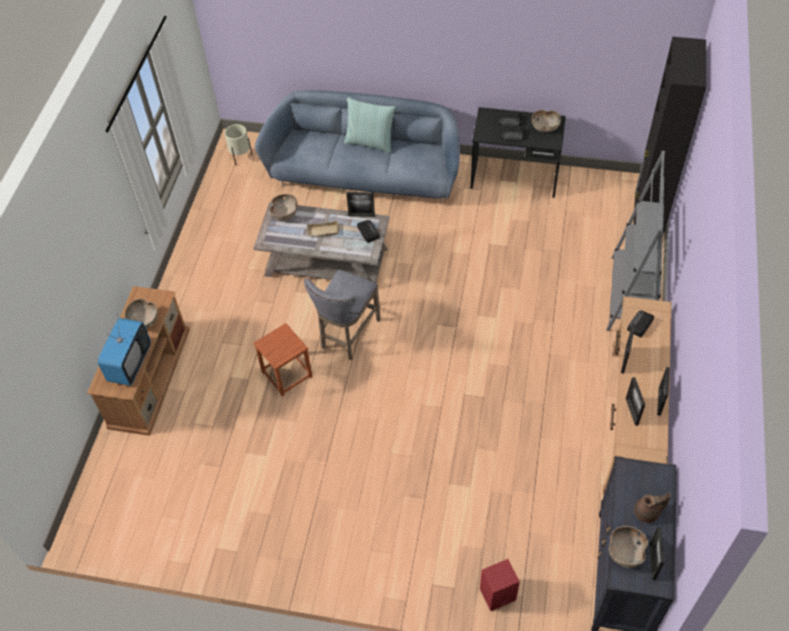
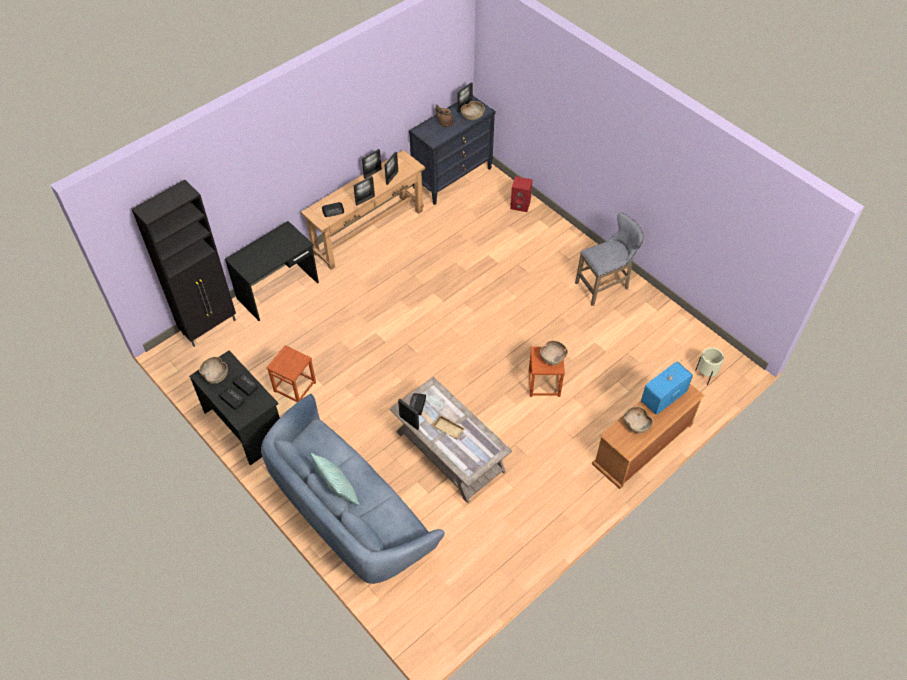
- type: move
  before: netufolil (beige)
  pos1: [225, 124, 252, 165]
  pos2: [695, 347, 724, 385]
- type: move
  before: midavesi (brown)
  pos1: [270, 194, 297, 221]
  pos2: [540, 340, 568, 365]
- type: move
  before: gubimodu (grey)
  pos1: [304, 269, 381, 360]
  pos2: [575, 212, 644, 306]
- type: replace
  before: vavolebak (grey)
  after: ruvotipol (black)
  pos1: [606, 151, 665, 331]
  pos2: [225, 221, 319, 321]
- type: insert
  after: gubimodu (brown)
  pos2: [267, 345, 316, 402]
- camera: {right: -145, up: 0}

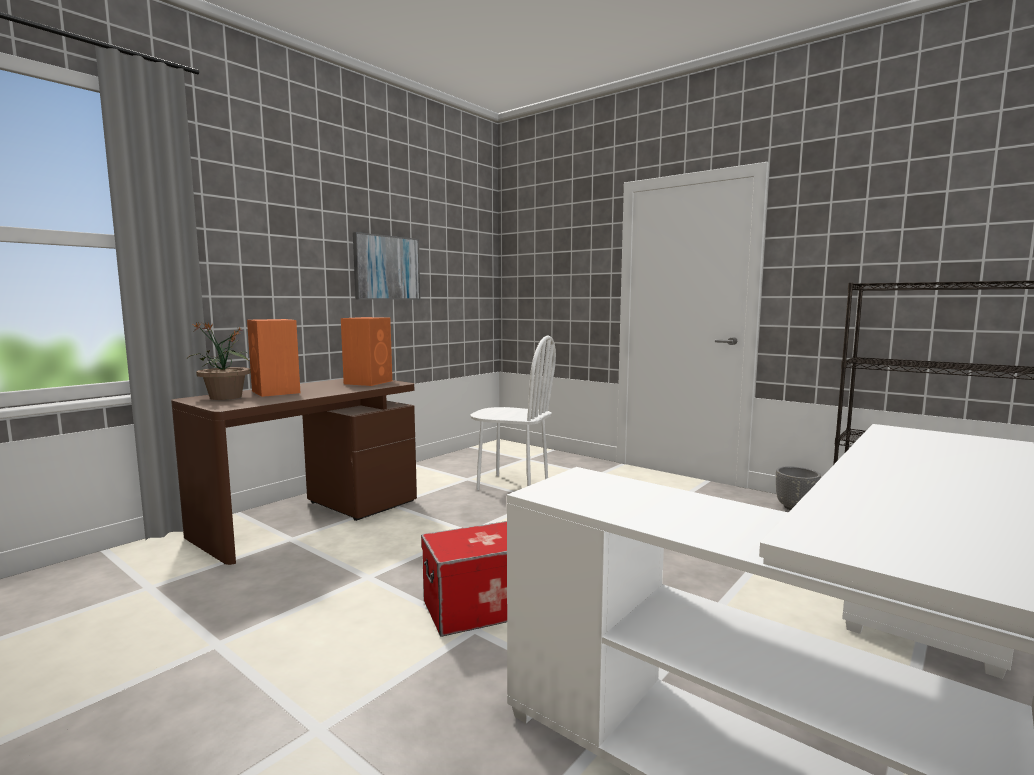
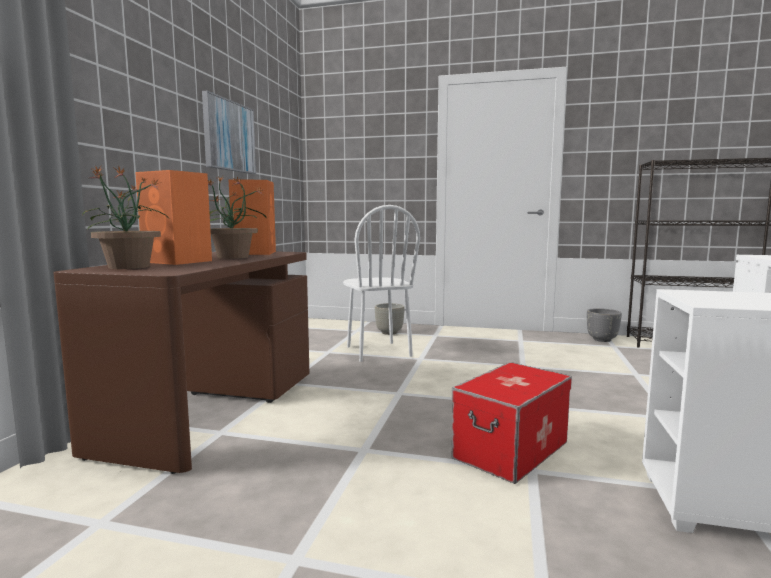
- type: rotate
  before: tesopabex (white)
  pos1: [470, 335, 556, 490]
  pos2: [343, 205, 420, 362]
  turn: 75
- type: insert
  after: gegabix
  pos2: [208, 176, 266, 259]
- type: insert
  after: netufolil (grey)
  pos2: [375, 303, 405, 335]
- camera: {right: -25, up: 0}

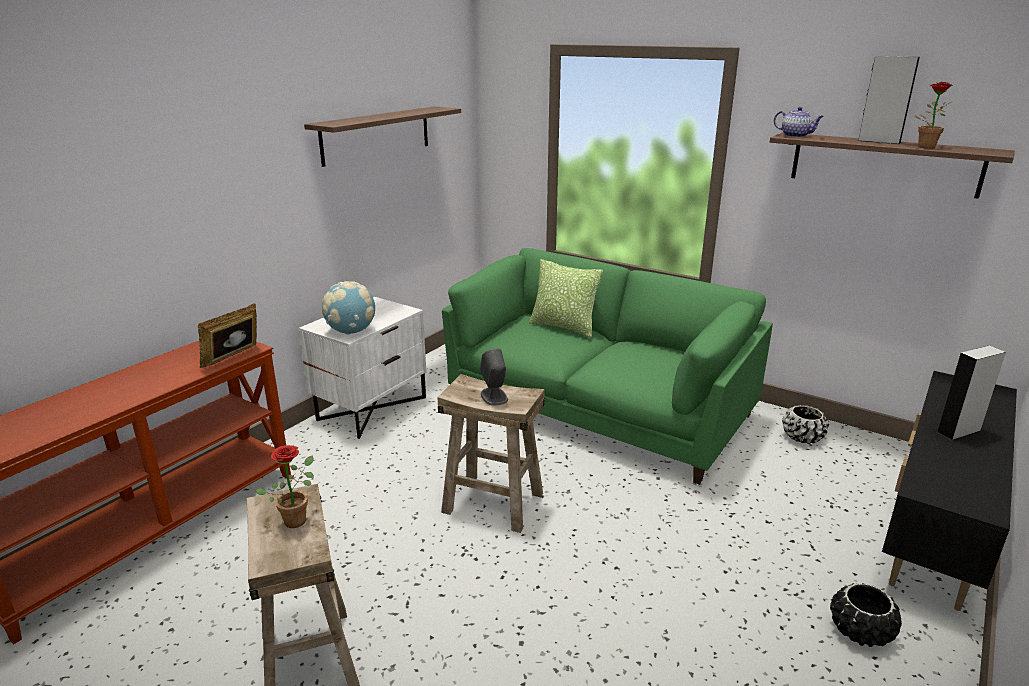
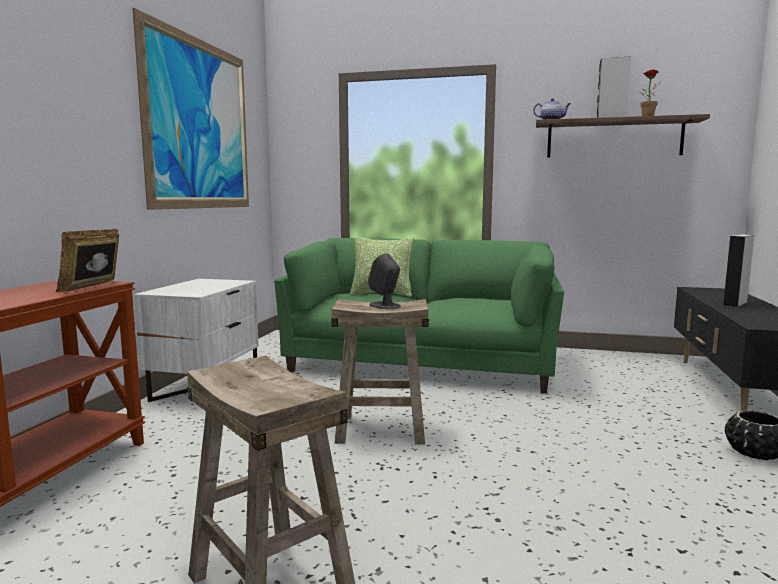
- type: delete
  before: gegabix
  pos1: [255, 445, 314, 528]
- type: replace
  before: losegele
  after: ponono
  pos1: [304, 106, 461, 167]
  pos2: [132, 8, 249, 210]
- type: delete
  before: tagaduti
  pos1: [322, 281, 375, 335]
- type: delete
  before: netufolil (black)
  pos1: [782, 405, 829, 444]
- camera: {right: -20, up: -15}

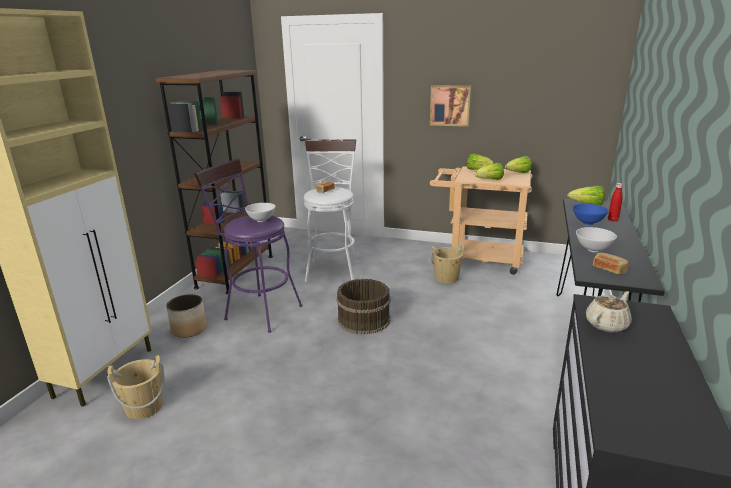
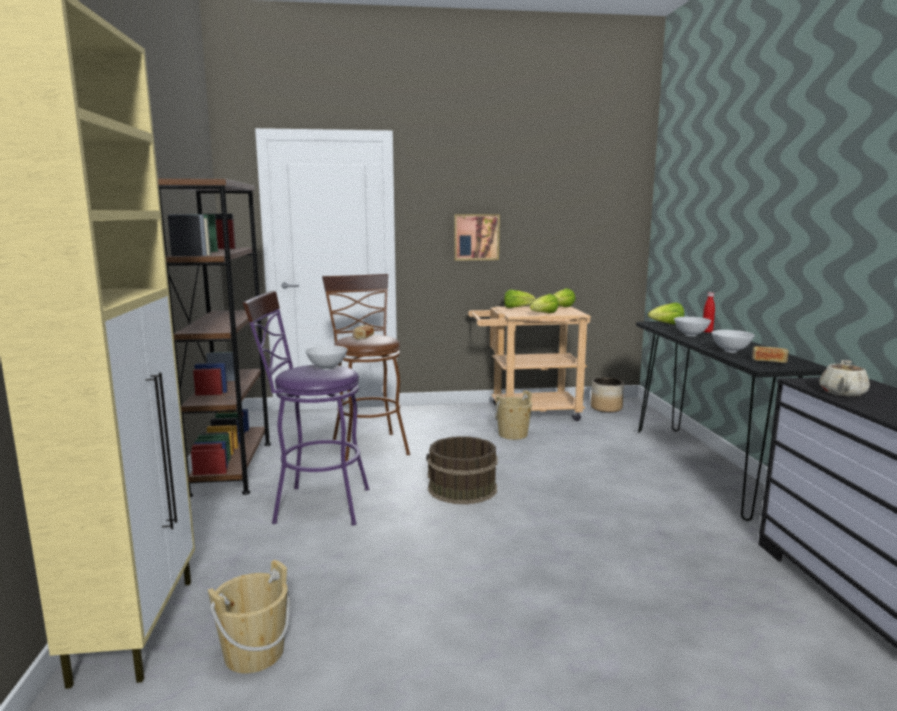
- type: move
  before: netufolil
  pos1: [166, 294, 207, 338]
  pos2: [591, 378, 624, 413]
- type: recolor
  before: gubimodu (white)
  after: gubimodu (brown)
  pos1: [304, 139, 358, 282]
  pos2: [322, 274, 410, 461]
- type: recolor
  before: midavesi (blue)
  after: midavesi (white)
  pos1: [573, 204, 609, 225]
  pos2: [674, 317, 711, 336]
- camera: {right: -25, up: -10}

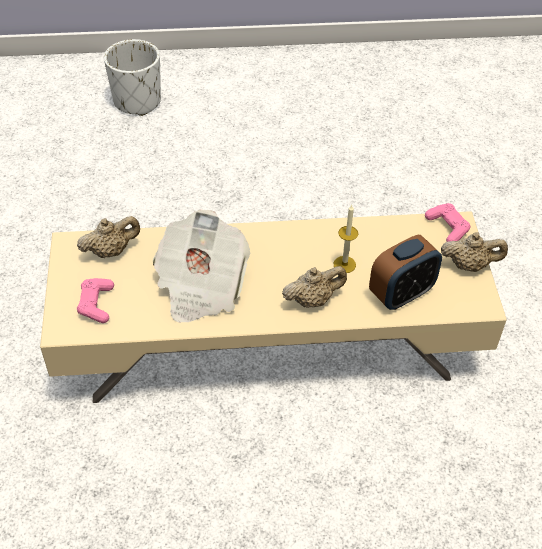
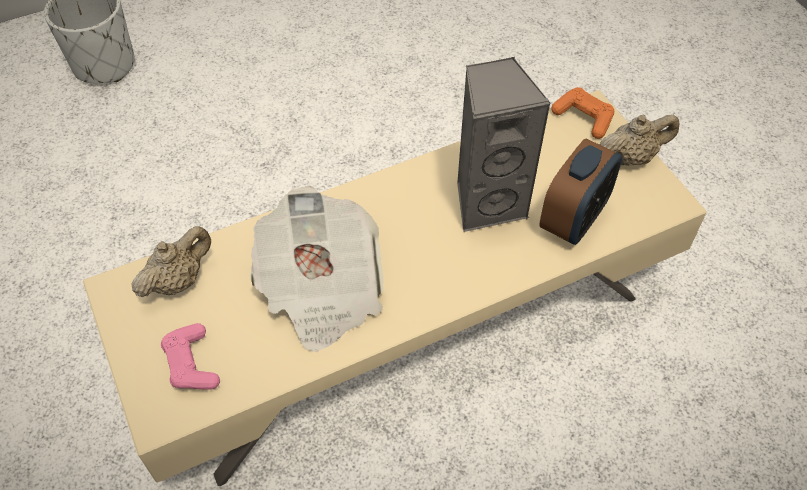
- type: delete
  before: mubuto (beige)
  pos1: [282, 266, 347, 308]
- type: replace
  before: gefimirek
  after: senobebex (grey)
  pos1: [333, 205, 358, 273]
  pos2: [457, 57, 551, 232]
- type: recolor
  before: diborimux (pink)
  after: diborimux (orange)
  pos1: [425, 203, 470, 242]
  pos2: [551, 87, 614, 139]
- camera: {right: -20, up: 5}

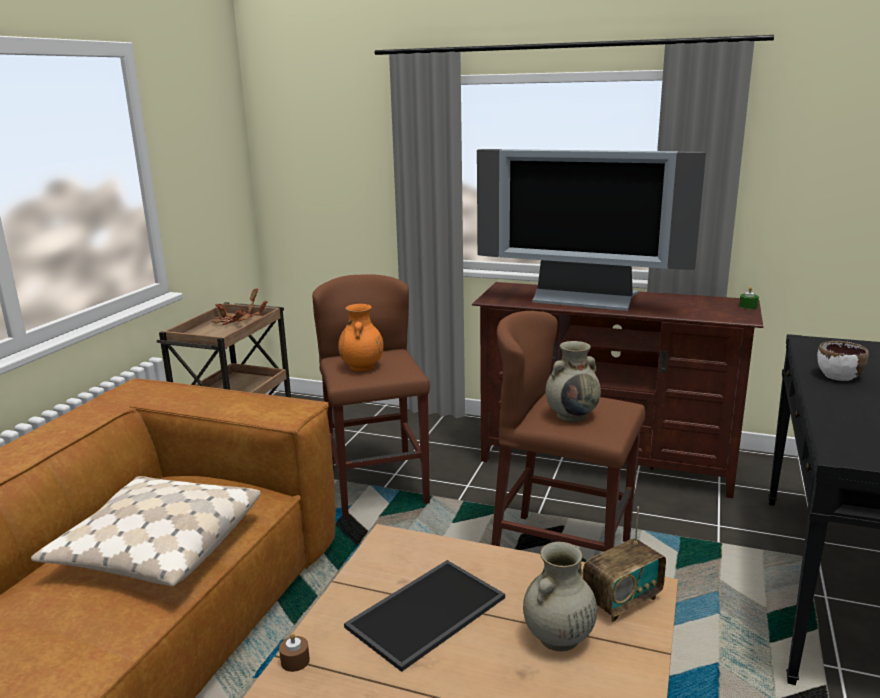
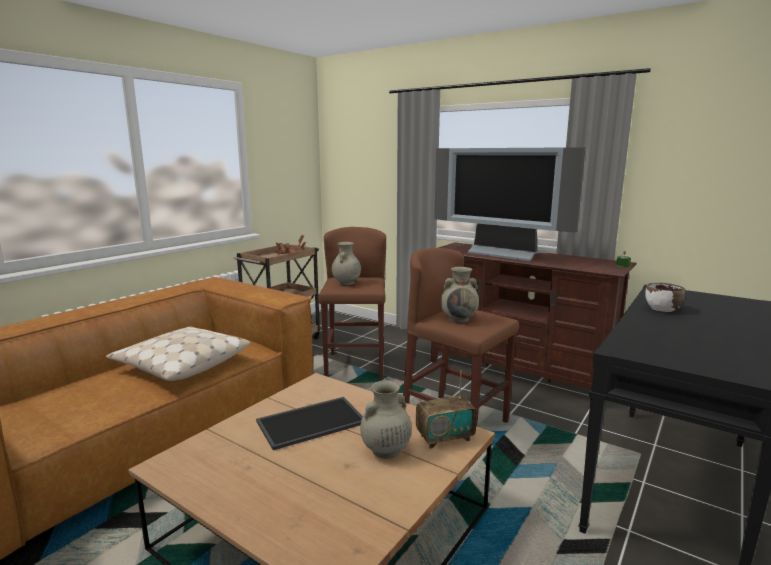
- type: delete
  before: gefimirek (brown)
  pos1: [279, 633, 310, 672]
- type: recolor
  before: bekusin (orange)
  after: bekusin (beige)
  pos1: [338, 304, 384, 372]
  pos2: [332, 242, 361, 285]
- camera: {right: 15, up: -5}

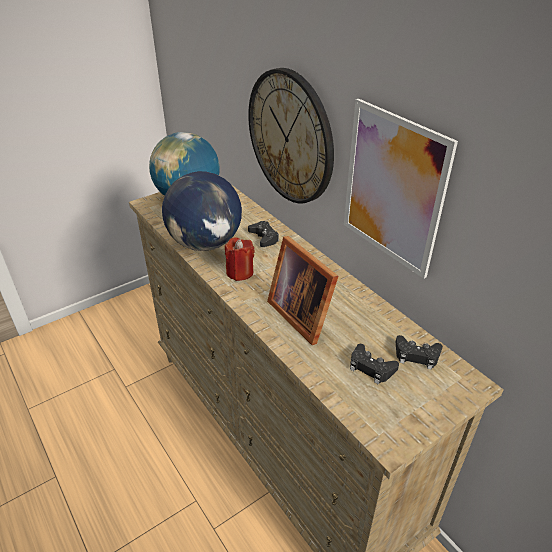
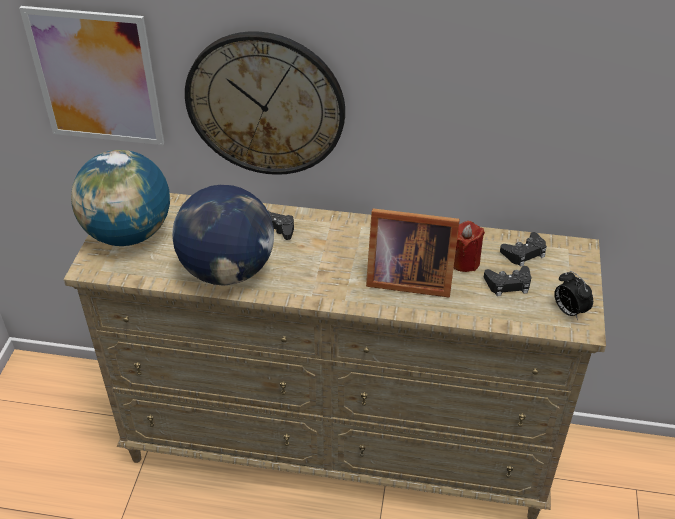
- type: move
  before: gefimirek (red)
  pos1: [225, 238, 255, 281]
  pos2: [453, 221, 485, 272]
- type: move
  before: ponono
  pos1: [344, 99, 458, 279]
  pos2: [19, 6, 164, 145]
- type: insert
  after: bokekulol
  pos2: [554, 271, 593, 320]
- camera: {right: -45, up: 5}

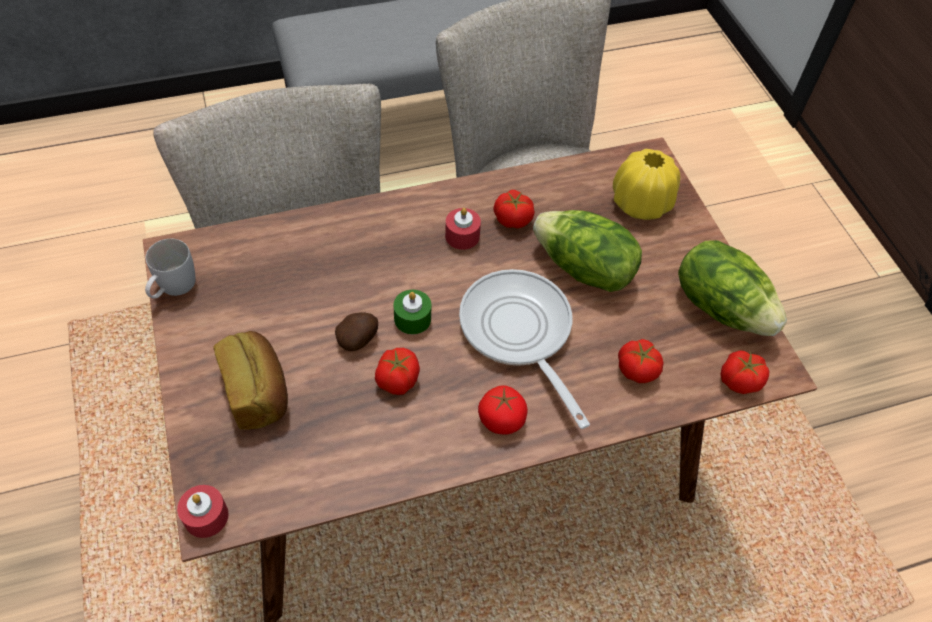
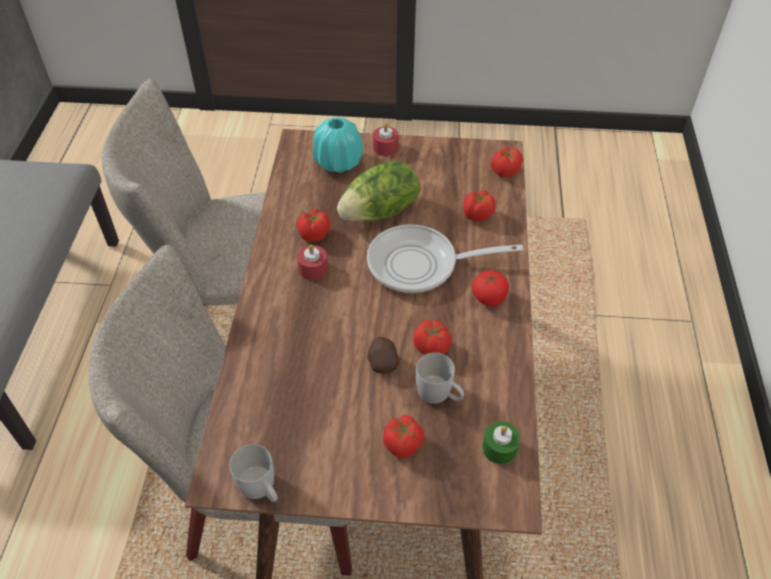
- type: move
  before: gefimirek (red)
  pos1: [177, 485, 229, 538]
  pos2: [373, 123, 399, 156]
- type: replace
  before: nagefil
  after: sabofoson
  pos1: [213, 331, 288, 430]
  pos2: [383, 415, 425, 459]
- type: move
  before: gefimirek (green)
  pos1: [393, 290, 431, 334]
  pos2: [482, 421, 520, 464]
- type: recolor
  before: bekusin (yellow)
  after: bekusin (turquoise)
  pos1: [613, 149, 680, 220]
  pos2: [313, 117, 363, 173]
- type: delete
  before: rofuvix
  pos1: [678, 240, 787, 336]
- type: insert
  after: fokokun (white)
  pos2: [416, 353, 464, 404]
- camera: {right: -65, up: -5}

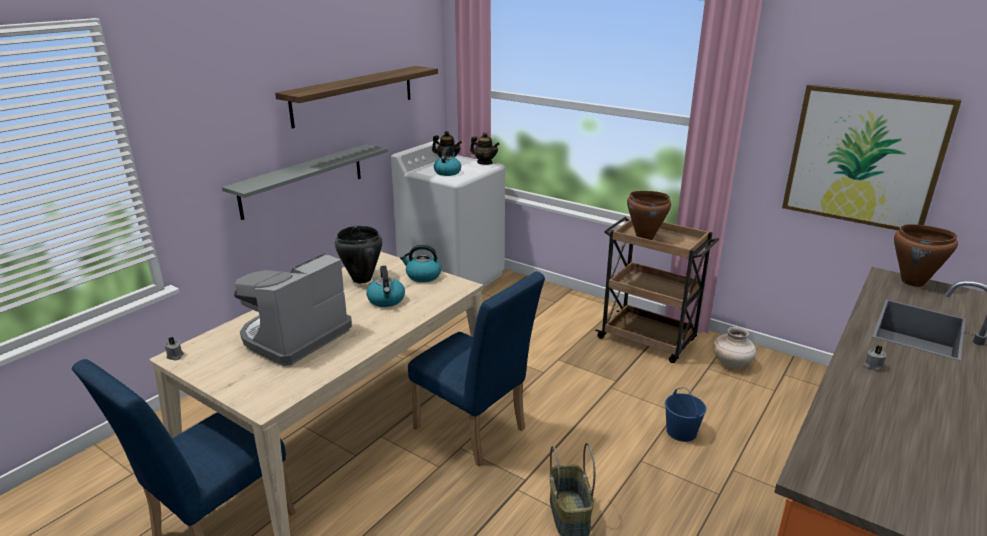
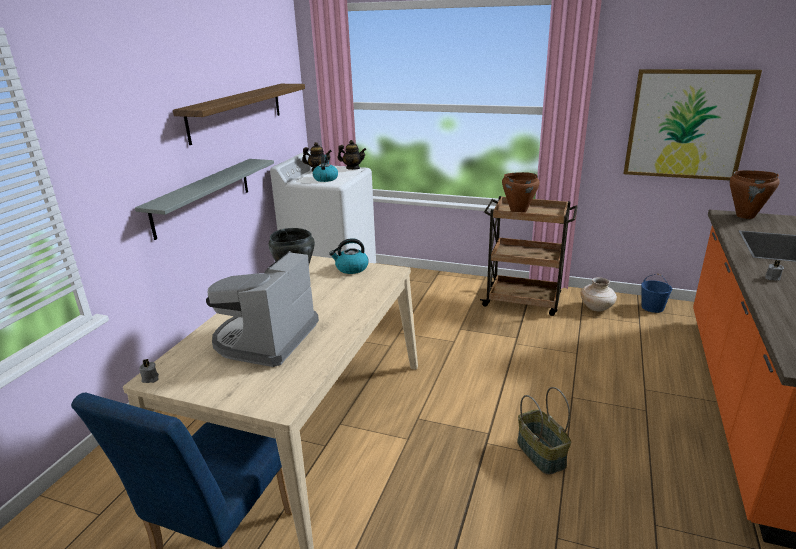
- type: delete
  before: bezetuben
  pos1: [366, 266, 405, 307]
- type: delete
  before: tesopabex (blue)
  pos1: [408, 271, 545, 467]
- type: move
  before: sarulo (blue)
  pos1: [665, 388, 706, 442]
  pos2: [641, 274, 672, 313]
- camera: {right: -15, up: 0}

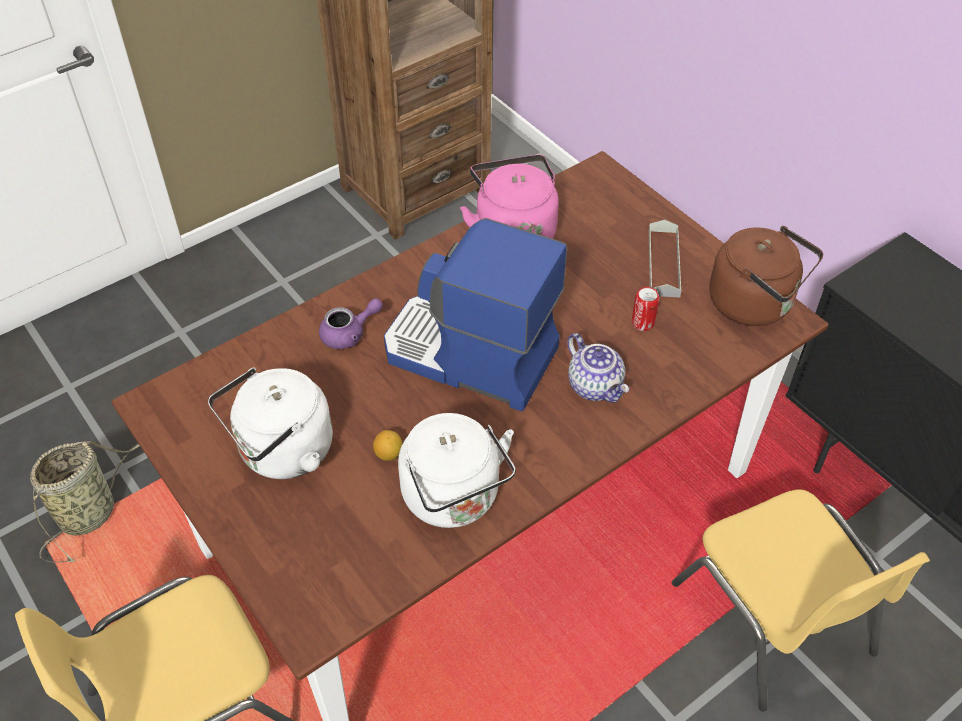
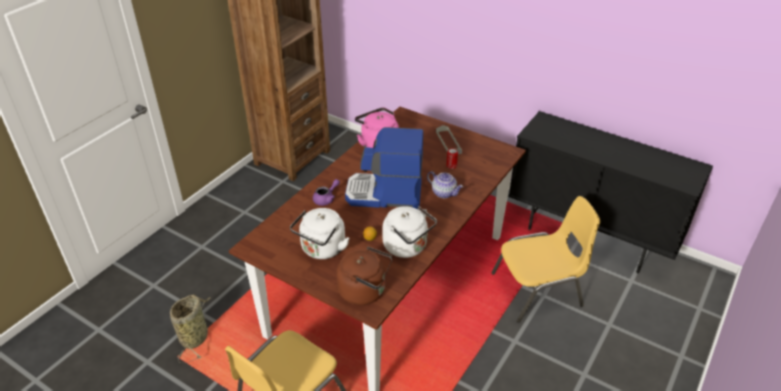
- type: rotate
  before: tesopabex (yellow)
  pos1: [672, 490, 930, 711]
  pos2: [492, 196, 600, 323]
  turn: -60
- type: move
  before: bezetuben (brown)
  pos1: [710, 226, 823, 326]
  pos2: [336, 246, 393, 305]
- camera: {right: -20, up: -10}

